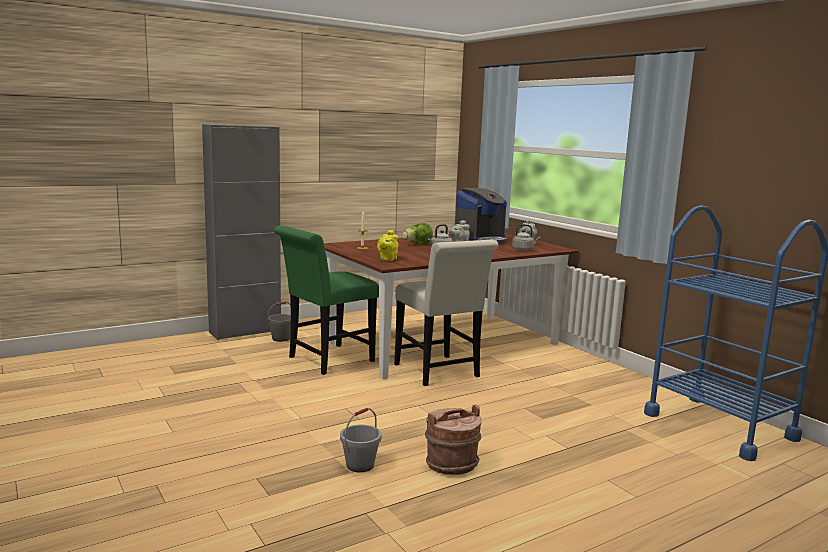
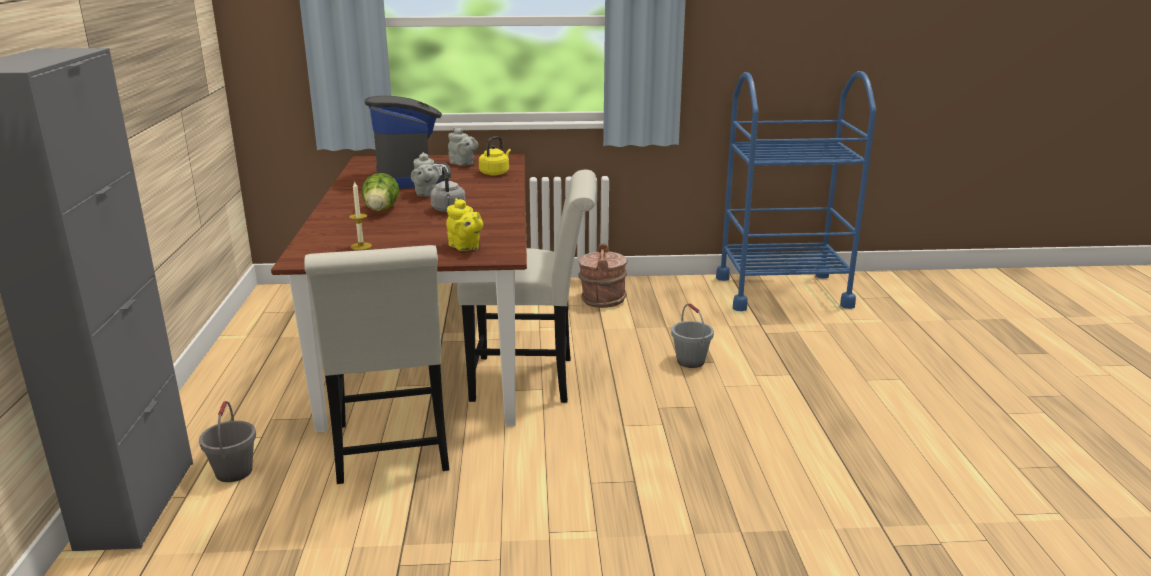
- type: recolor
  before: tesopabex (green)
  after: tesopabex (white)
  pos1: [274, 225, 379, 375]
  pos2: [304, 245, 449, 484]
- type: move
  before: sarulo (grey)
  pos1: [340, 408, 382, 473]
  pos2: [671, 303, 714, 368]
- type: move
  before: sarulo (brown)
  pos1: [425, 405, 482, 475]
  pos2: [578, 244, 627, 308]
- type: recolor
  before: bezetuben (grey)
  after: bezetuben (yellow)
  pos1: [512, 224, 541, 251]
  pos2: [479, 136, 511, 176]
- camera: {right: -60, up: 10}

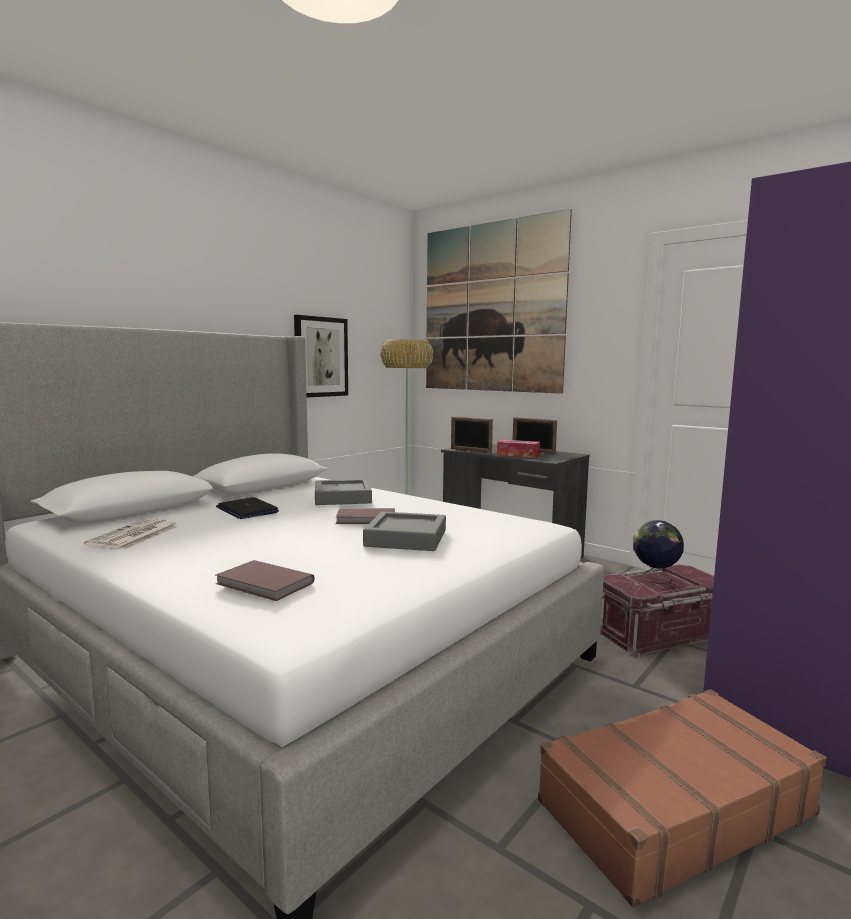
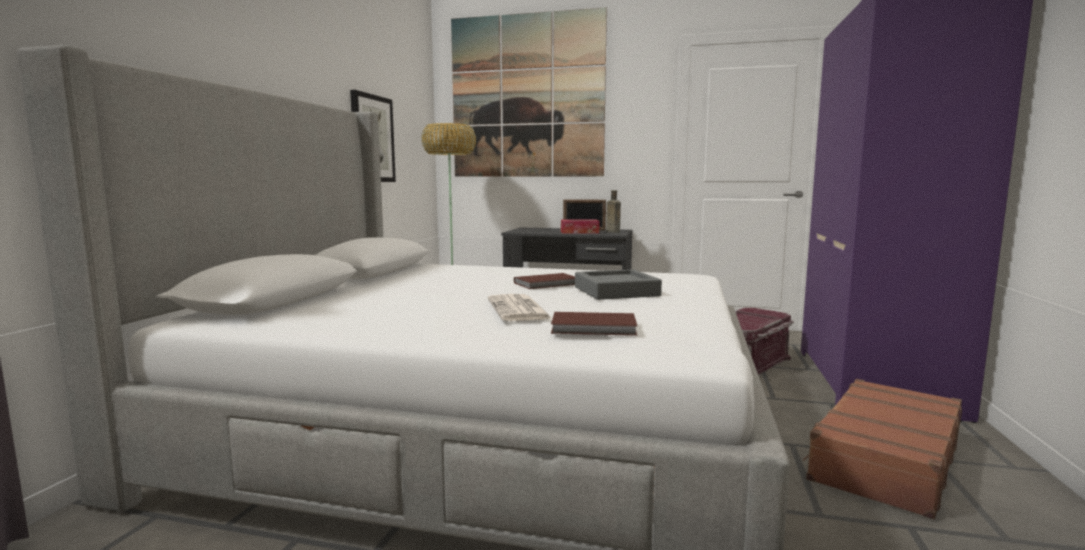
- type: move
  before: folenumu
  pos1: [84, 519, 178, 550]
  pos2: [488, 294, 553, 321]
- type: delete
  before: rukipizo
  pos1: [216, 497, 279, 519]
- type: delete
  before: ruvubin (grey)
  pos1: [315, 479, 372, 505]
- type: delete
  before: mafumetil
  pos1: [451, 417, 493, 453]
- type: delete
  before: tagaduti
  pos1: [633, 520, 684, 584]
- type: insert
  after: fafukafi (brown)
  pos2: [606, 190, 621, 233]
- camera: {right: -25, up: 0}

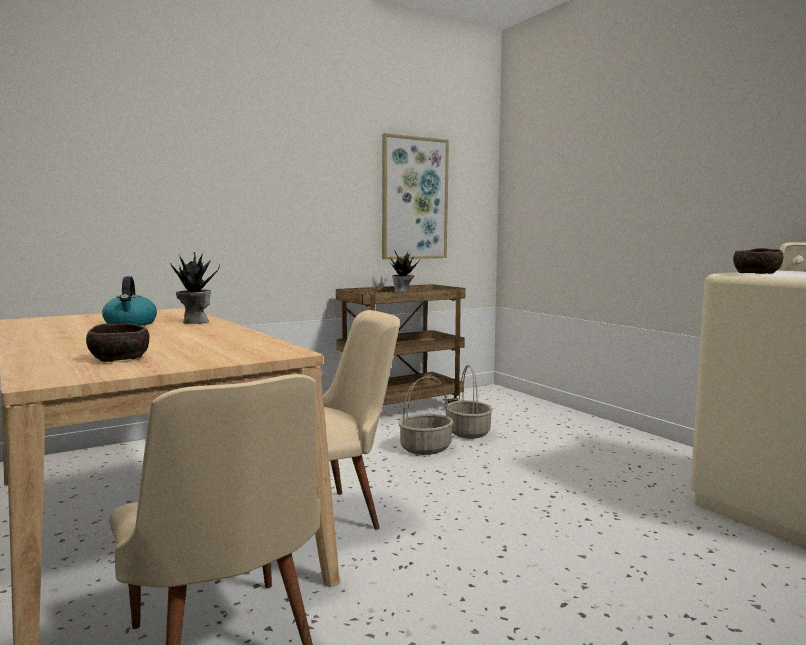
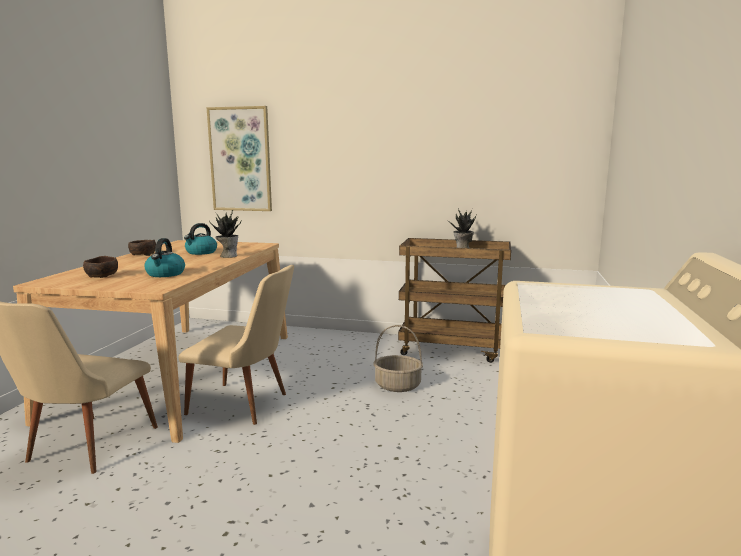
- type: move
  before: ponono
  pos1: [382, 133, 449, 259]
  pos2: [206, 106, 272, 211]
- type: delete
  before: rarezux
  pos1: [447, 365, 493, 439]
- type: move
  before: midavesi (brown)
  pos1: [733, 248, 783, 274]
  pos2: [128, 240, 156, 256]
- type: insert
  after: bezetuben
  pos2: [145, 238, 185, 277]
- camera: {right: 45, up: 5}

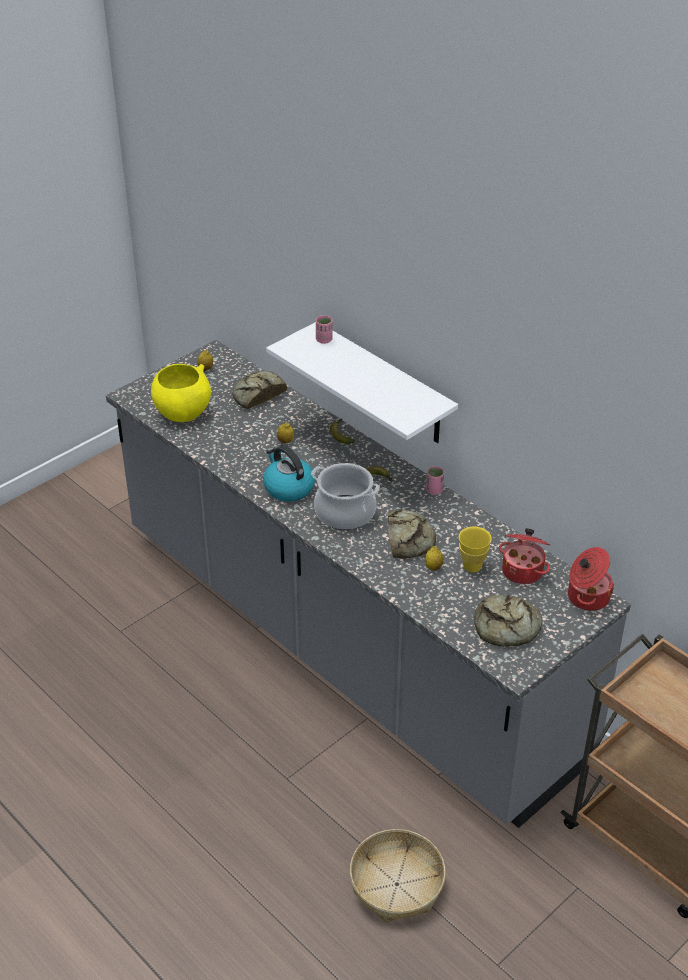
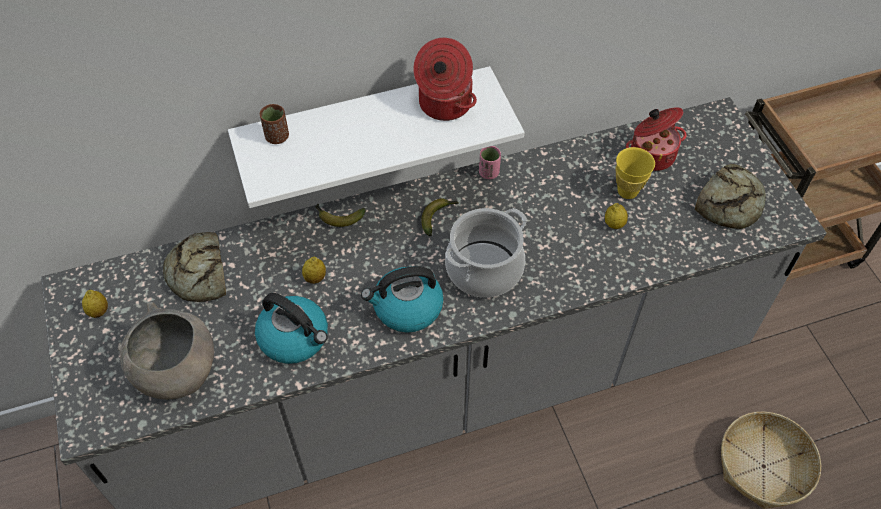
- type: recolor
  before: midavesi (yellow)
  after: midavesi (grey)
  pos1: [151, 364, 211, 422]
  pos2: [118, 302, 214, 400]
- type: recolor
  before: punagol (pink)
  after: punagol (brown)
  pos1: [316, 315, 333, 344]
  pos2: [260, 104, 289, 144]
- type: delete
  before: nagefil
  pos1: [388, 510, 436, 559]
- type: move
  before: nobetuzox
  pos1: [568, 547, 614, 611]
  pos2: [413, 38, 477, 121]
- type: insert
  after: bezetuben
  pos2: [255, 293, 328, 364]
- camera: {right: -65, up: 15}

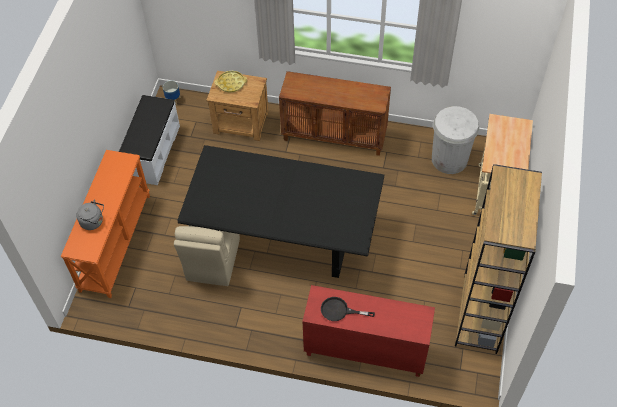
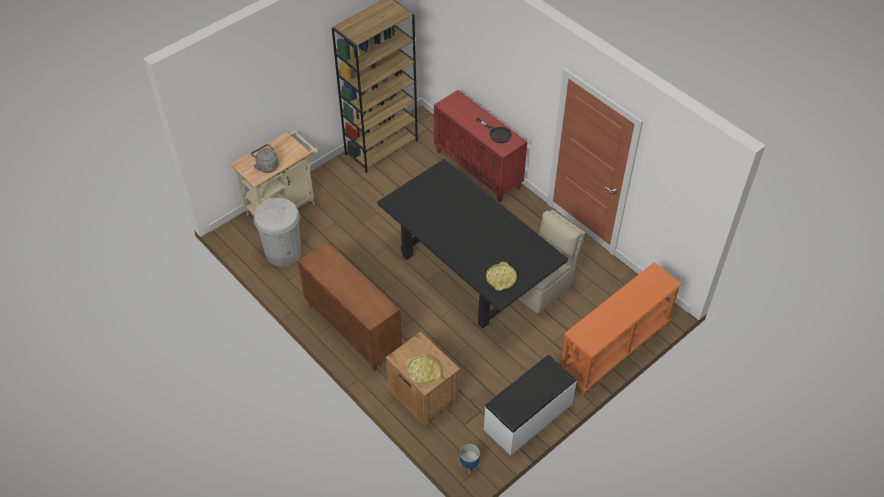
- type: move
  before: bezetuben (grey)
  pos1: [76, 200, 104, 230]
  pos2: [251, 144, 278, 173]
- type: insert
  after: ruvubin (yellow)
  pos2: [486, 262, 517, 291]
- camera: {right: -145, up: -5}

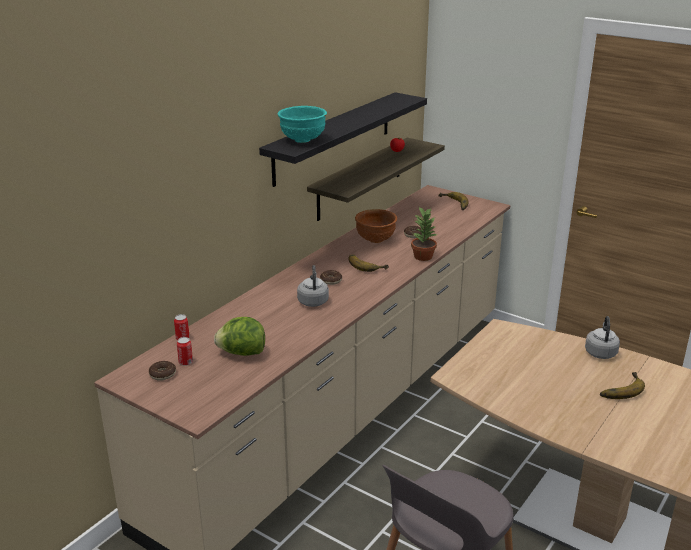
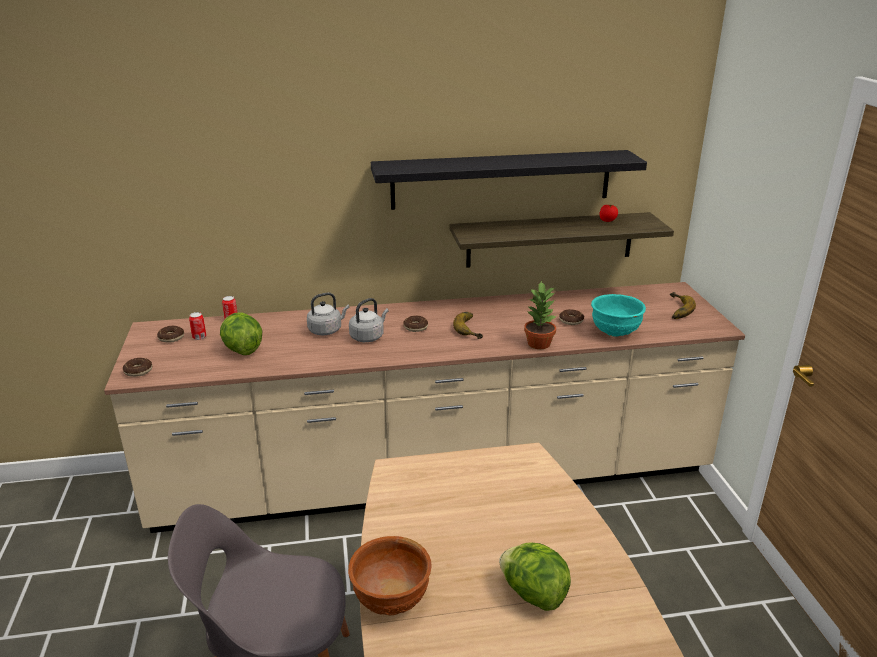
- type: move
  before: midavesi (turquoise)
  pos1: [278, 106, 327, 143]
  pos2: [591, 294, 646, 337]
- type: move
  before: midavesi (brown)
  pos1: [355, 209, 397, 243]
  pos2: [348, 536, 432, 615]
- type: move
  before: bezetuben (grey)
  pos1: [585, 316, 620, 359]
  pos2: [307, 292, 349, 335]
- type: replace
  before: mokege
  after: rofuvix
  pos1: [600, 372, 645, 399]
  pos2: [499, 542, 571, 611]
- type: insert
  after: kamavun
  pos2: [123, 358, 152, 377]
- camera: {right: 45, up: 0}

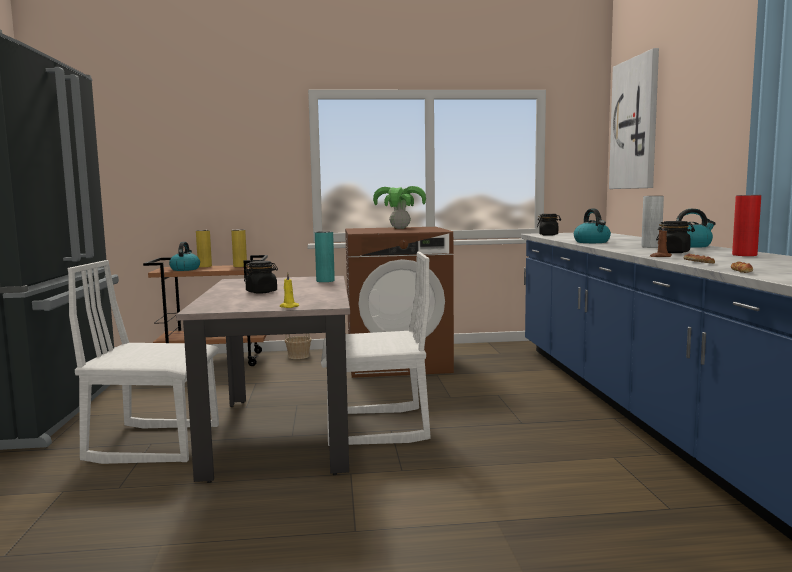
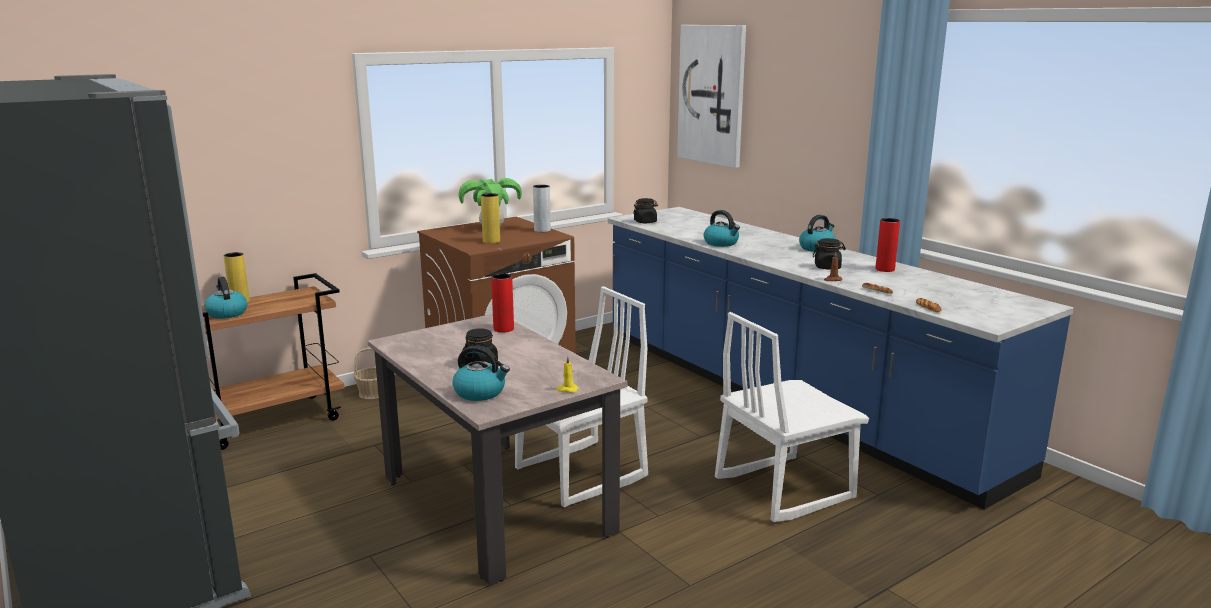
- type: move
  before: tesopabex (white)
  pos1: [68, 260, 219, 464]
  pos2: [715, 312, 869, 522]
- type: move
  before: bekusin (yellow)
  pos1: [231, 229, 247, 267]
  pos2: [481, 193, 500, 244]
- type: recolor
  before: bekusin (turquoise)
  after: bekusin (red)
  pos1: [315, 231, 335, 282]
  pos2: [491, 273, 514, 333]
- type: move
  before: bekusin (grey)
  pos1: [641, 196, 664, 248]
  pos2: [533, 185, 551, 232]
- type: insert
  after: bezetuben
  pos2: [452, 345, 510, 401]
- camera: {right: -30, up: 10}

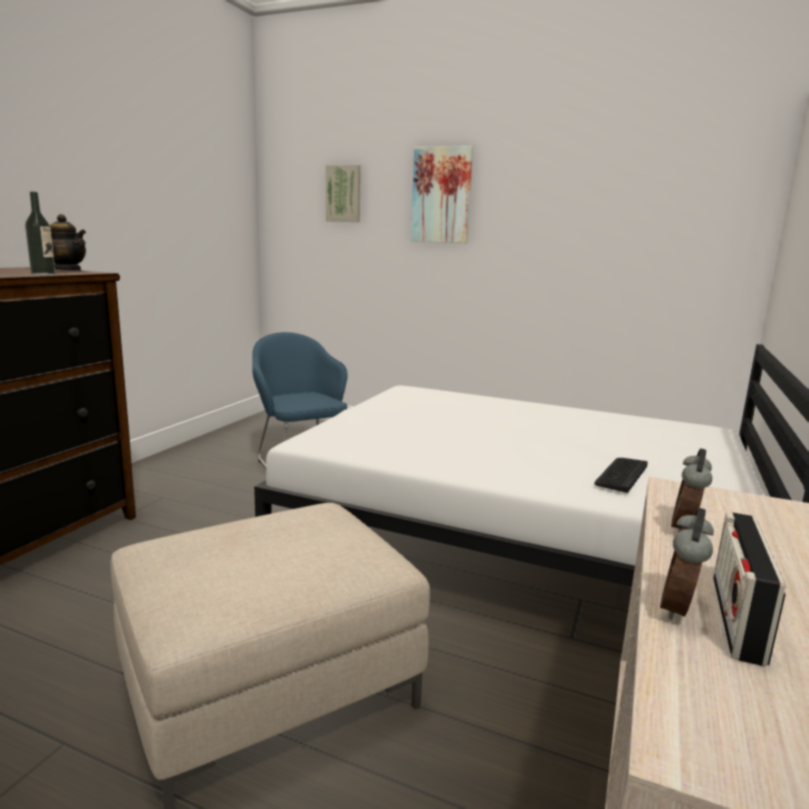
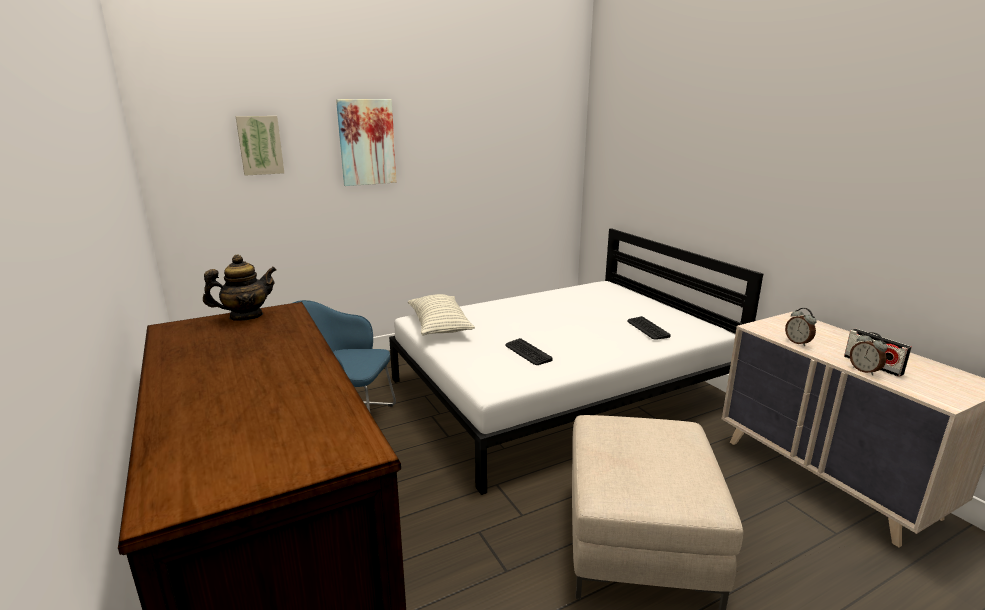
- type: delete
  before: fafukafi
  pos1: [25, 192, 56, 275]
- type: insert
  after: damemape
  pos2: [408, 294, 475, 336]
- type: insert
  after: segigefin
  pos2: [505, 338, 553, 365]
- camera: {right: -50, up: 5}

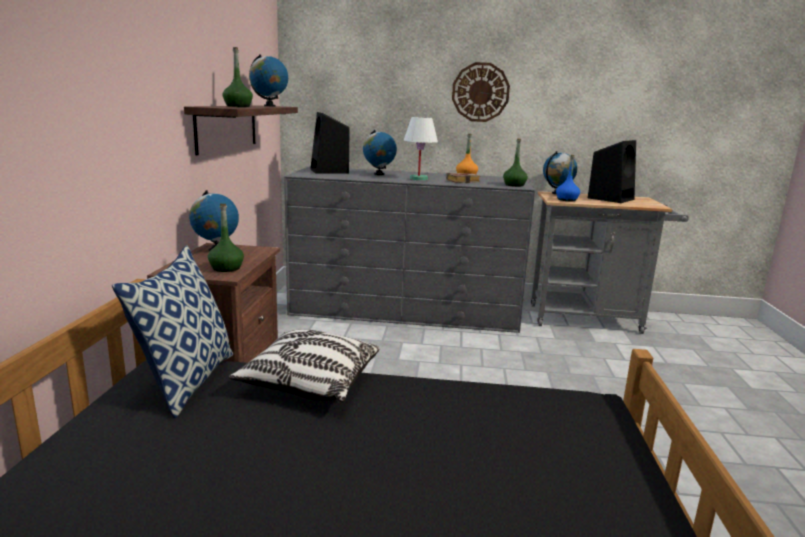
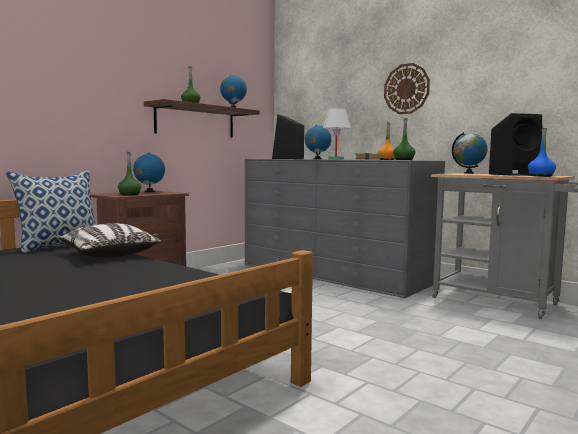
- type: move
  before: fafukafi (blue)
  pos1: [556, 154, 580, 201]
  pos2: [528, 128, 556, 177]
- camera: {right: 35, up: -10}

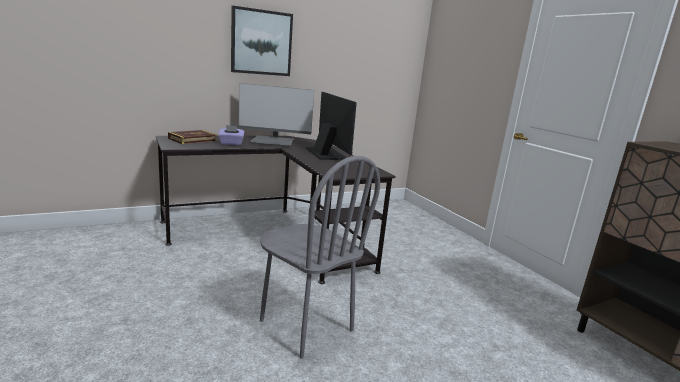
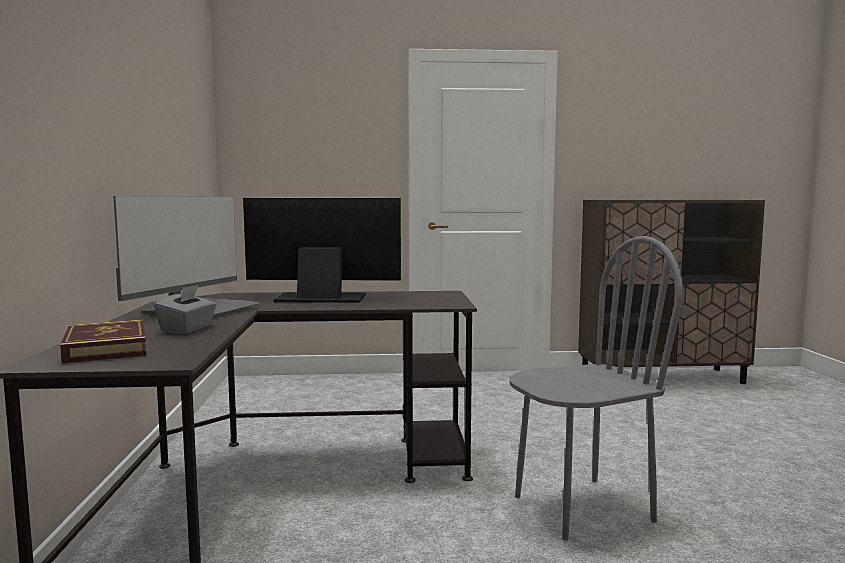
- type: recolor
  before: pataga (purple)
  after: pataga (grey)
  pos1: [219, 125, 245, 145]
  pos2: [154, 285, 217, 333]
- type: delete
  before: ponono
  pos1: [231, 6, 293, 76]
- camera: {right: -65, up: -10}

